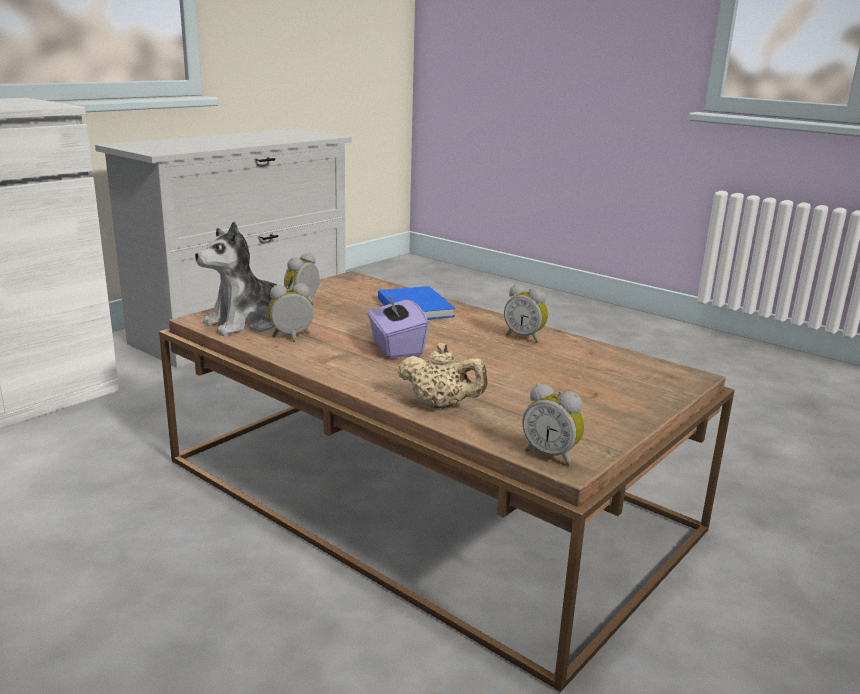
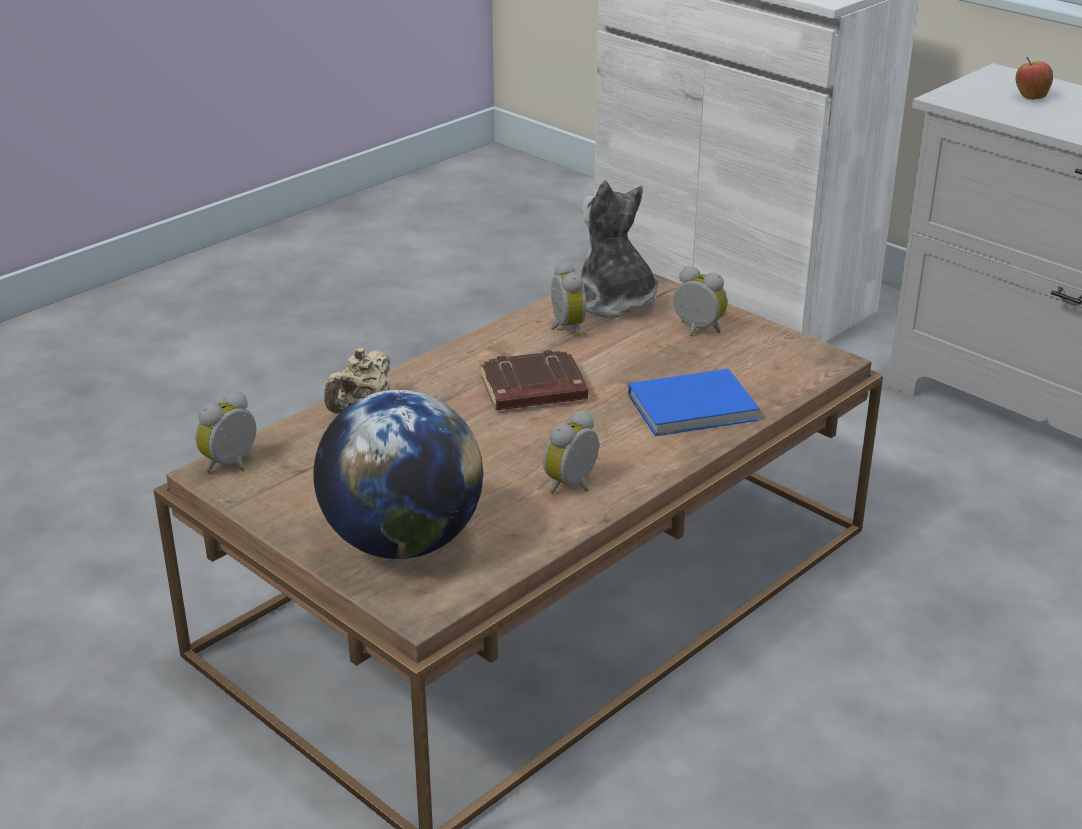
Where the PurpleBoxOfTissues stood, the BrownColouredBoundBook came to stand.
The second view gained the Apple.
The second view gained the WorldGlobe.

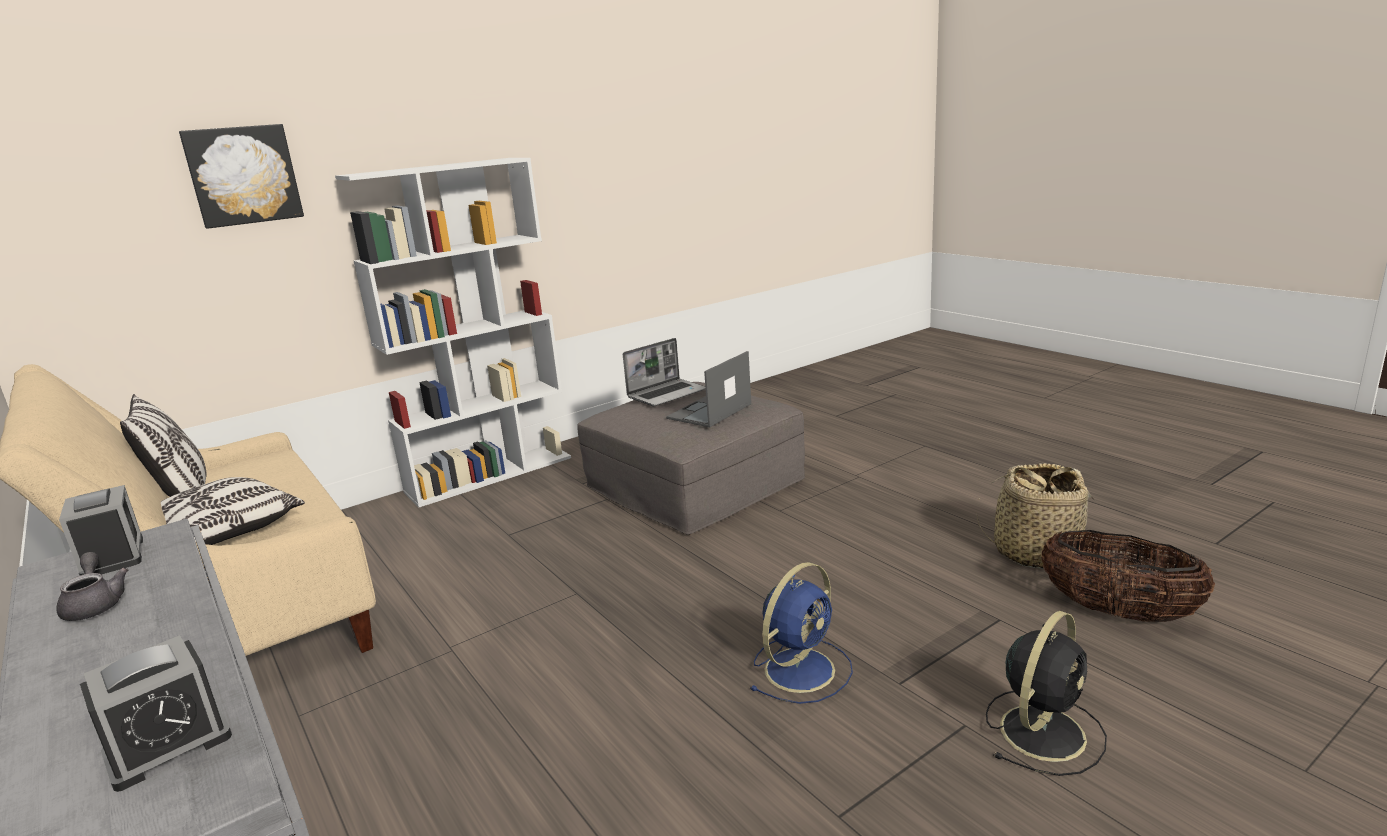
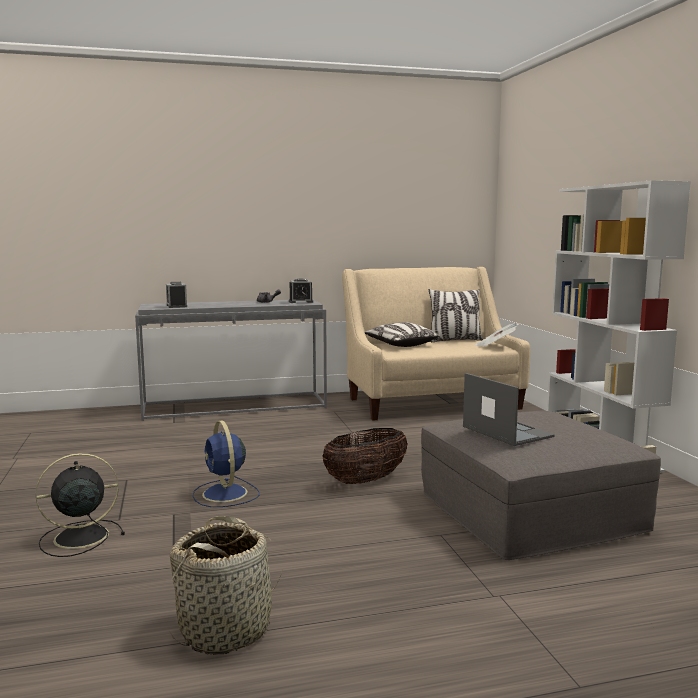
The second view lost the WallPicture.
The second view lost the NotebookComputer (no. 1 from left).
The HouseholdBasket (no. 2 from left) ended up elsewhere.
The BlackCoolingFan ended up facing another way, 90 degrees clockwise from before.
The second view gained the DailyPaper.

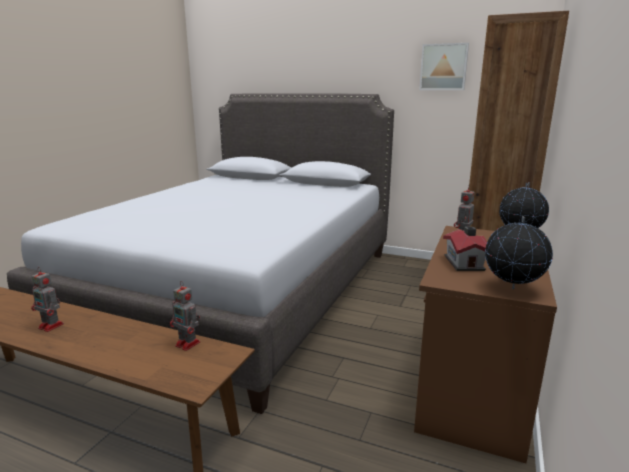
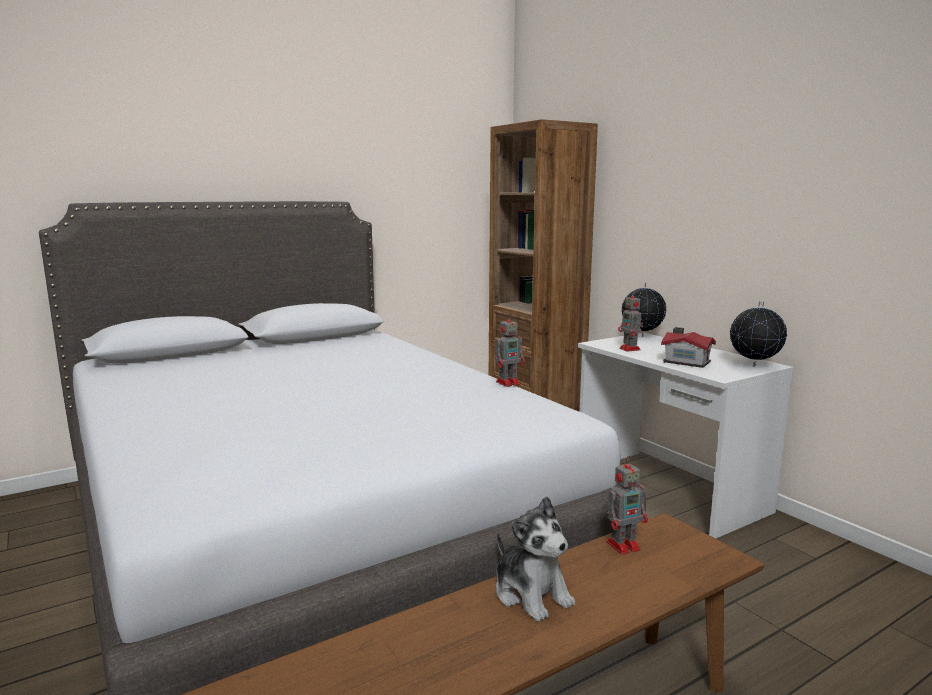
The second view lost the WallPicture.
What was the BrownColouredDesk turned into the WhiteColouredDesk.
The ModelRobot (no. 1 from left) ended up elsewhere.
The second view gained the PlushToy.

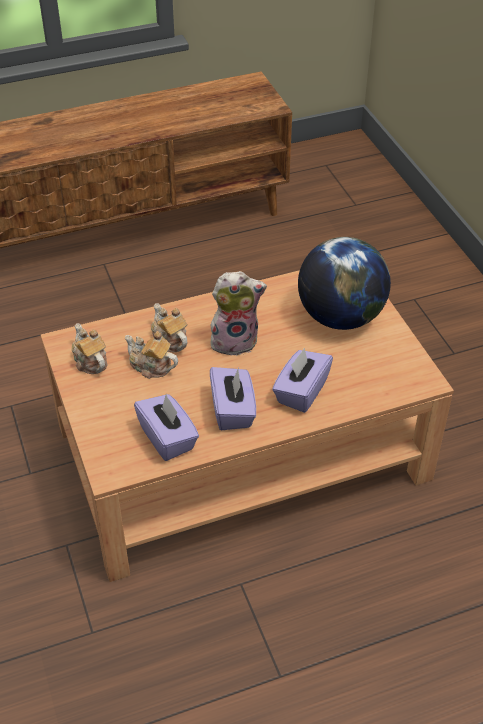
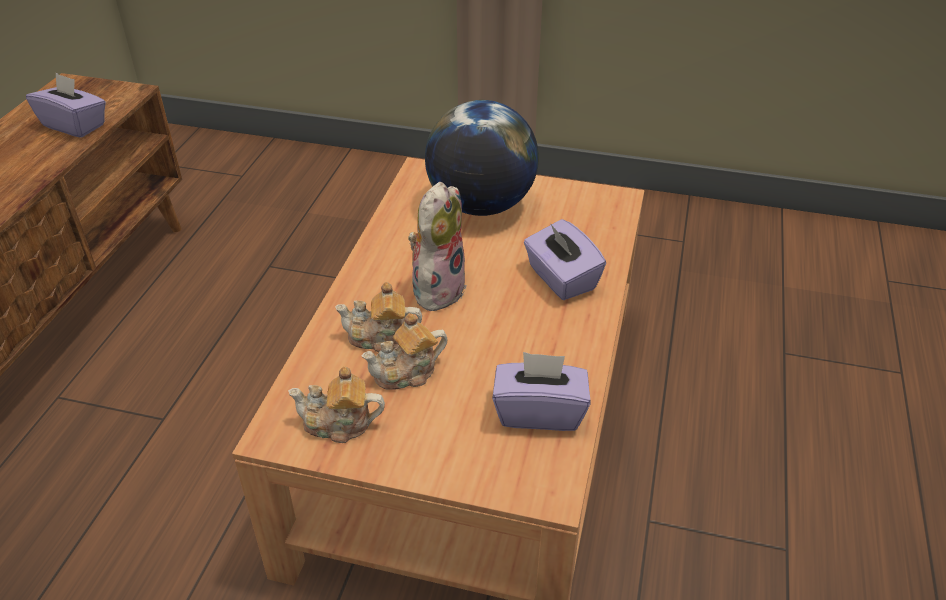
The PurpleBoxOfTissues (no. 2 from left in the first image) ended up elsewhere.

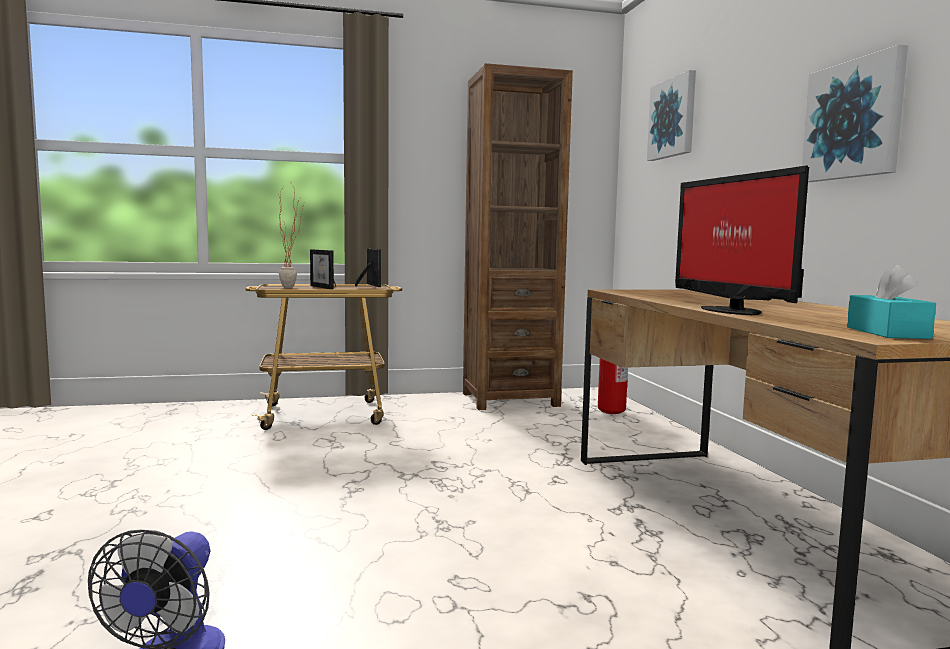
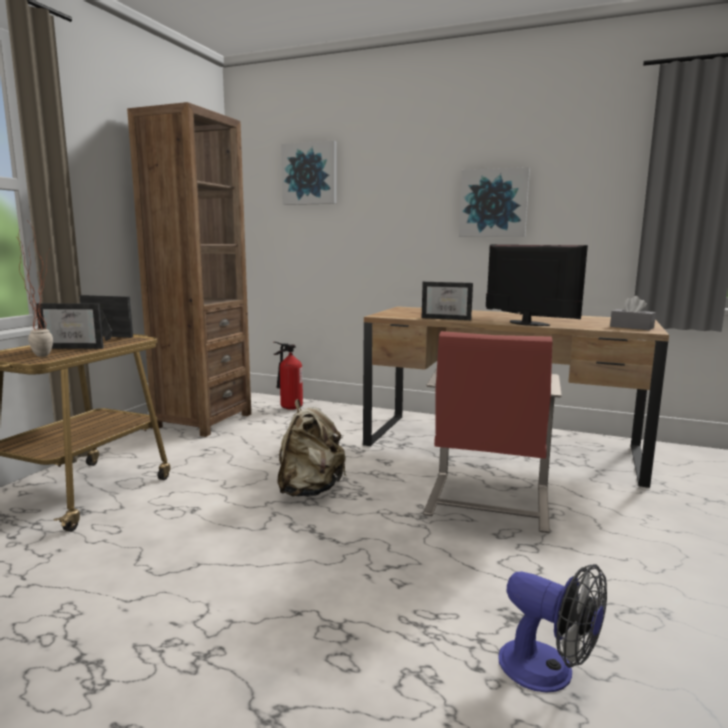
The ComputerScreen ended up facing another way, 150 degrees counterclockwise from before.
What was the TurquoiseBoxOfTissues turned into the GreyBoxOfTissues.
The second view gained the StandingFrame (no. 3 from left).
The second view gained the RedColouredChair.
The second view gained the BeigeKnapsack.

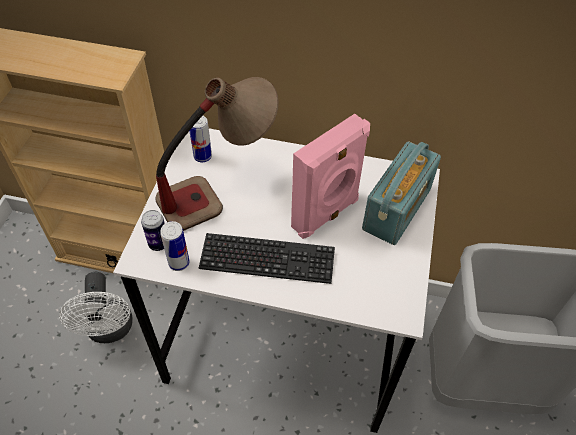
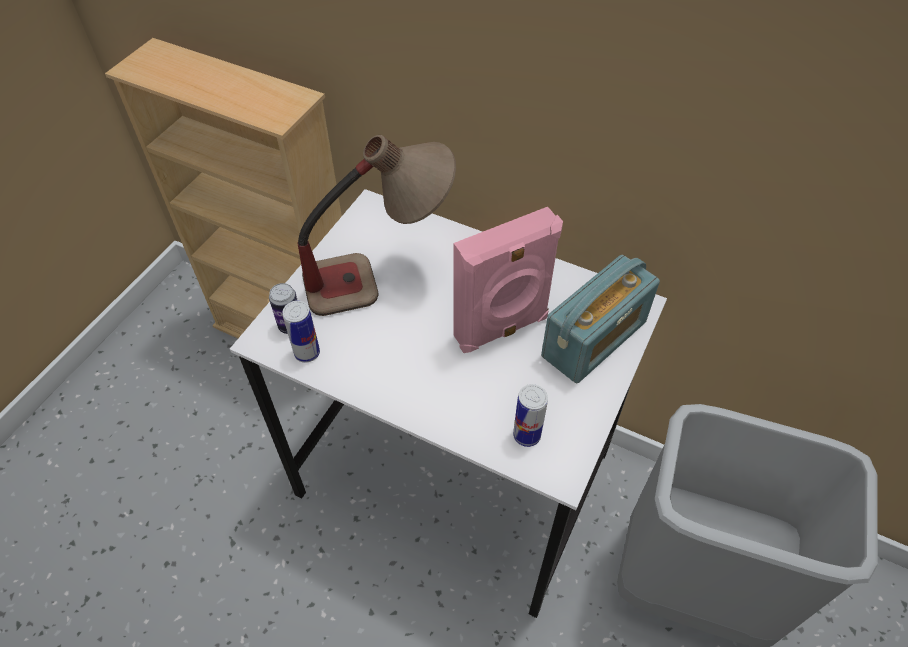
The Can (no. 3 from left) ended up elsewhere.
The second view lost the PcKeyboard.
The second view lost the WhiteColouredCoolingFan.

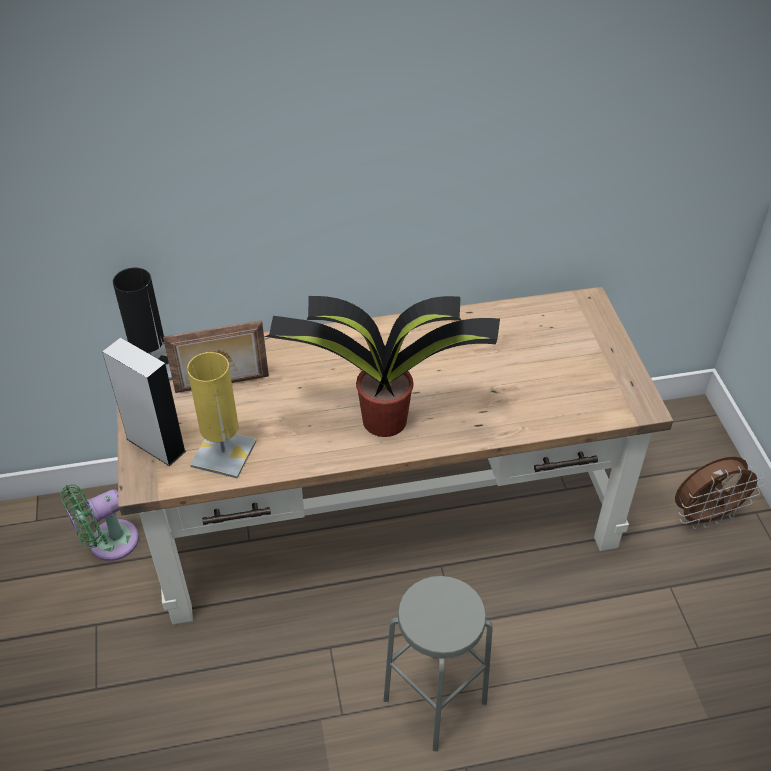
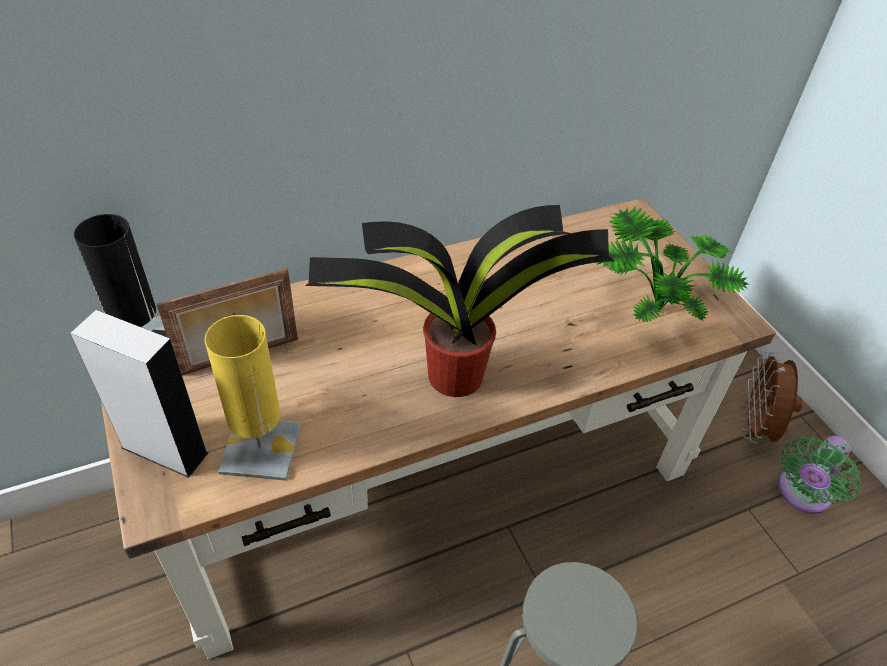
The BrownColouredCoolingFan ended up facing another way, 135 degrees clockwise from before.
The GreenColouredCoolingFan ended up elsewhere.
The second view gained the PlantInAPot (no. 2 from left).

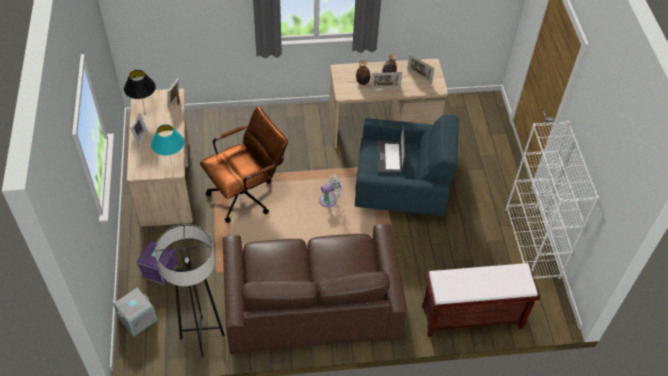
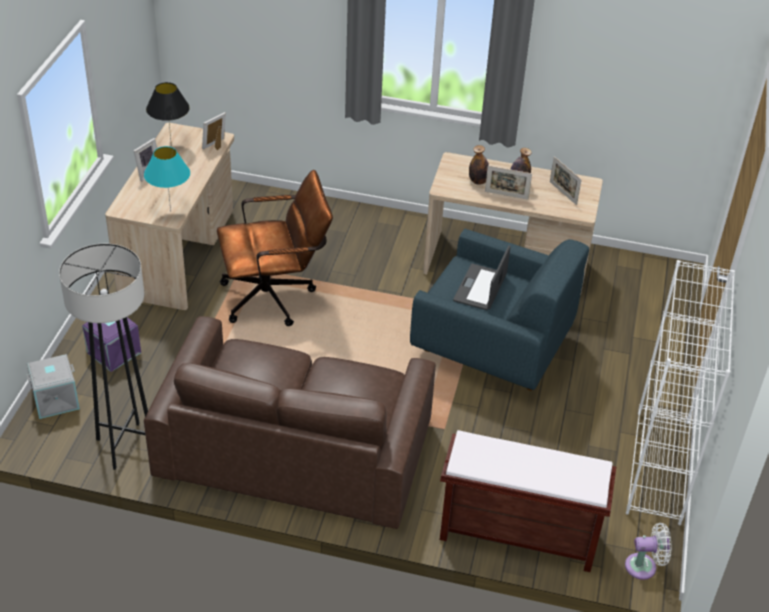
The WhiteColouredCoolingFan ended up elsewhere.

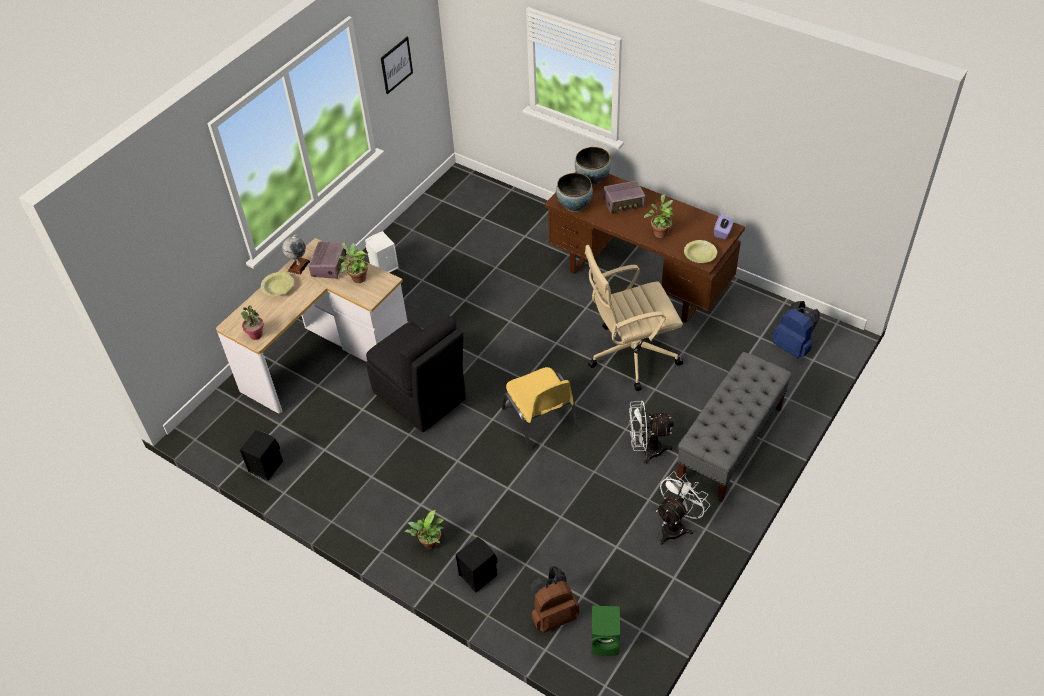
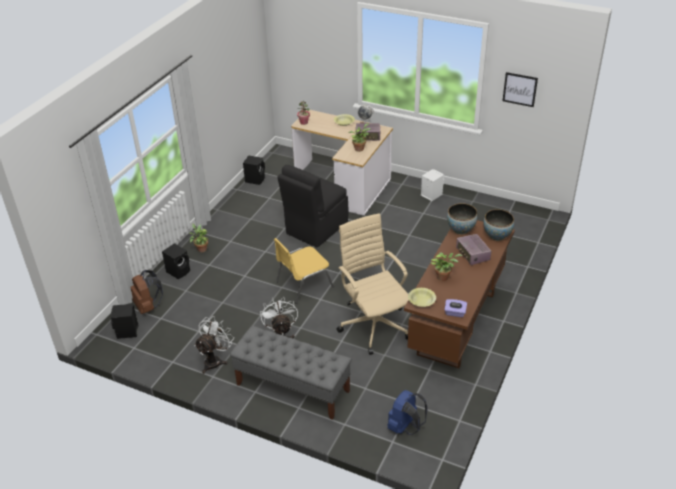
The WhiteColouredCoolingFan (no. 2 from left in the first image) ended up facing another way, 90 degrees counterclockwise from before.
What was the GreenColouredSpeaker turned into the BlackSpeaker (no. 1 from left).

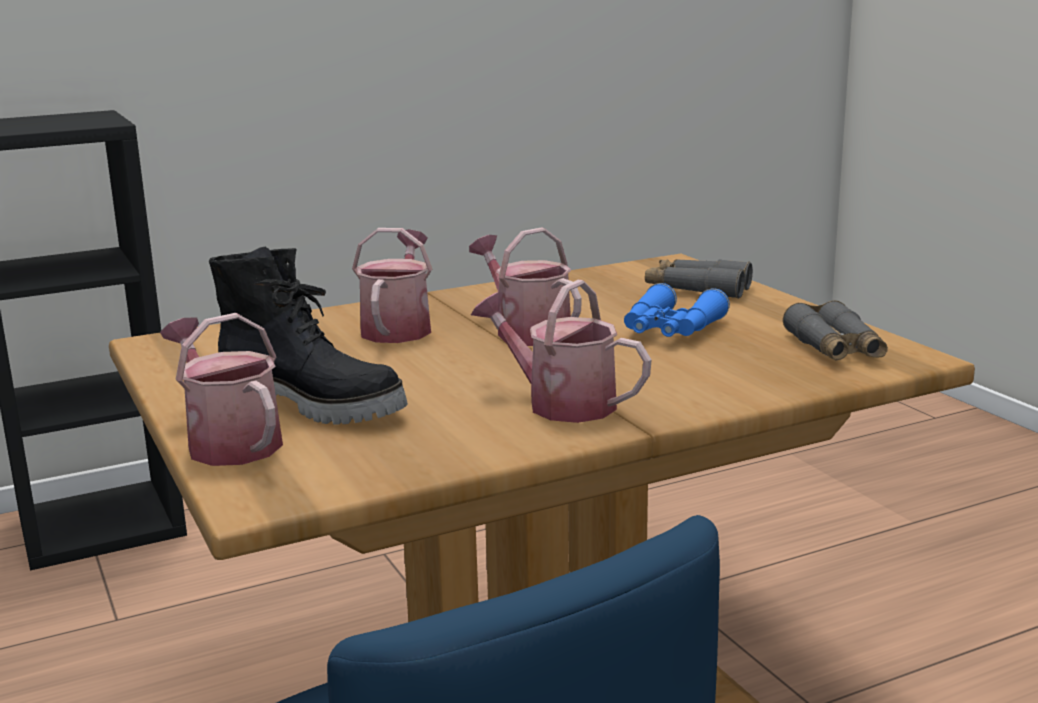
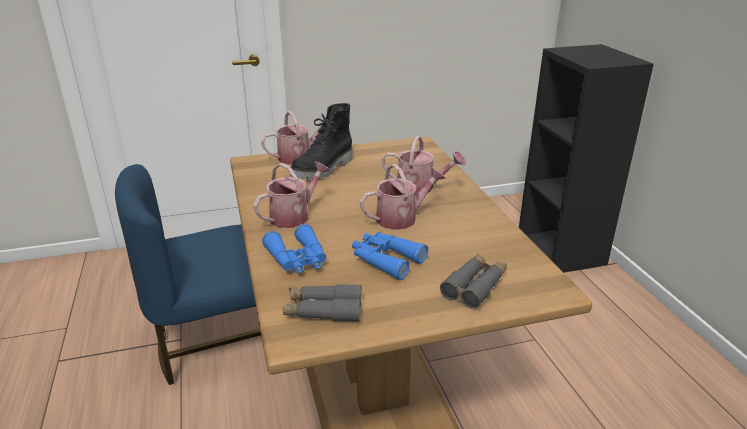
The second view gained the BlueColouredPairOfBinoculars (no. 1 from left).

